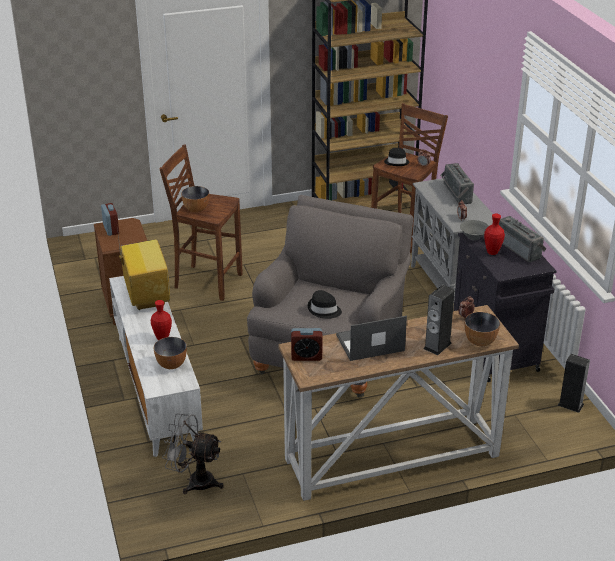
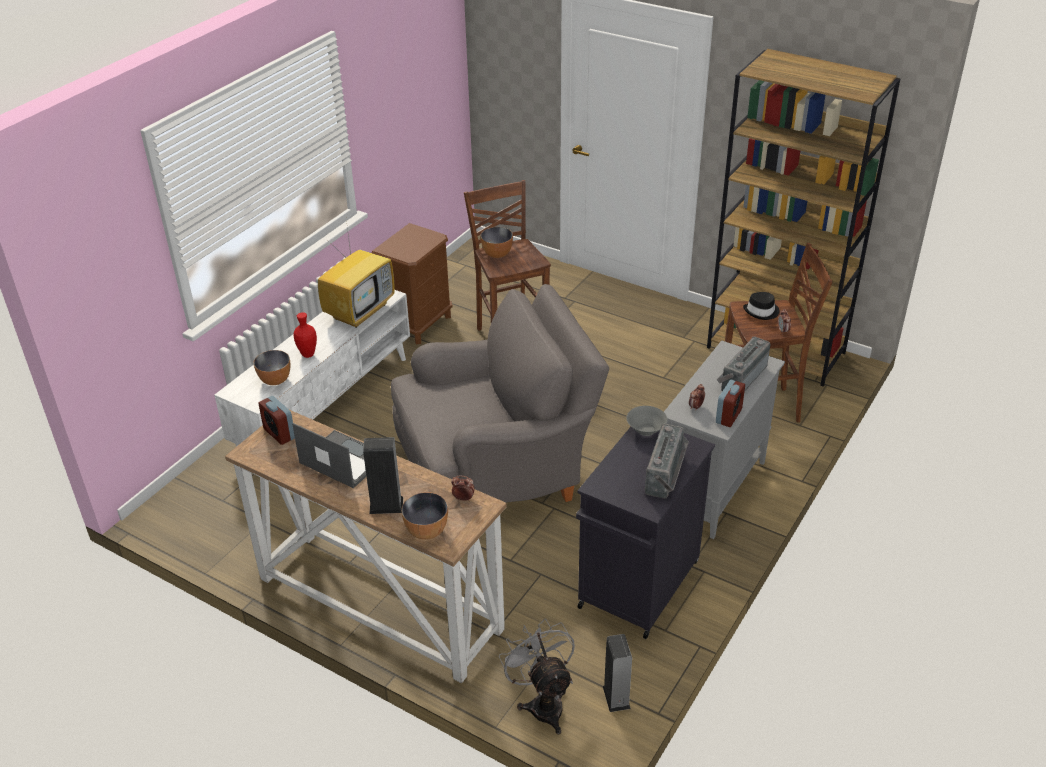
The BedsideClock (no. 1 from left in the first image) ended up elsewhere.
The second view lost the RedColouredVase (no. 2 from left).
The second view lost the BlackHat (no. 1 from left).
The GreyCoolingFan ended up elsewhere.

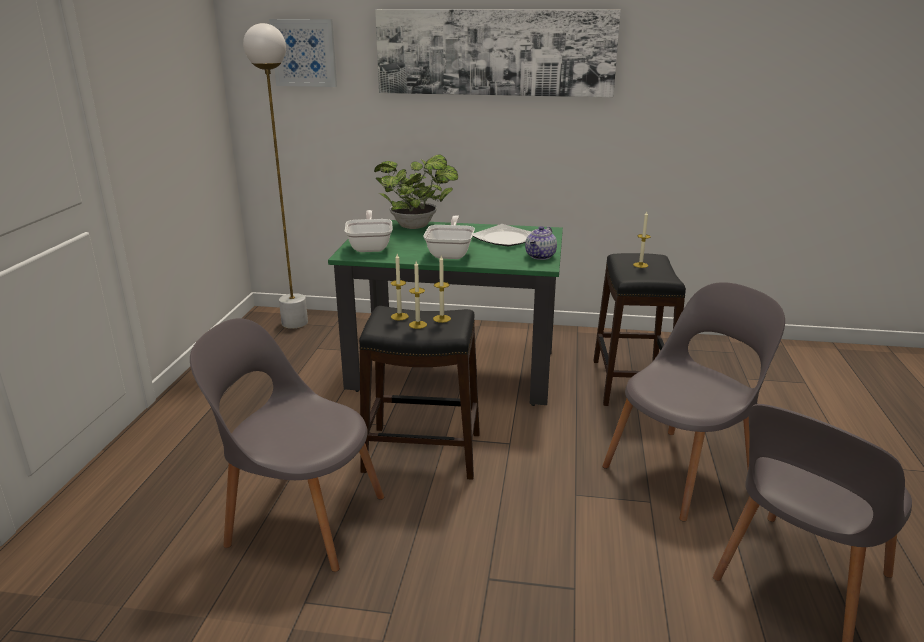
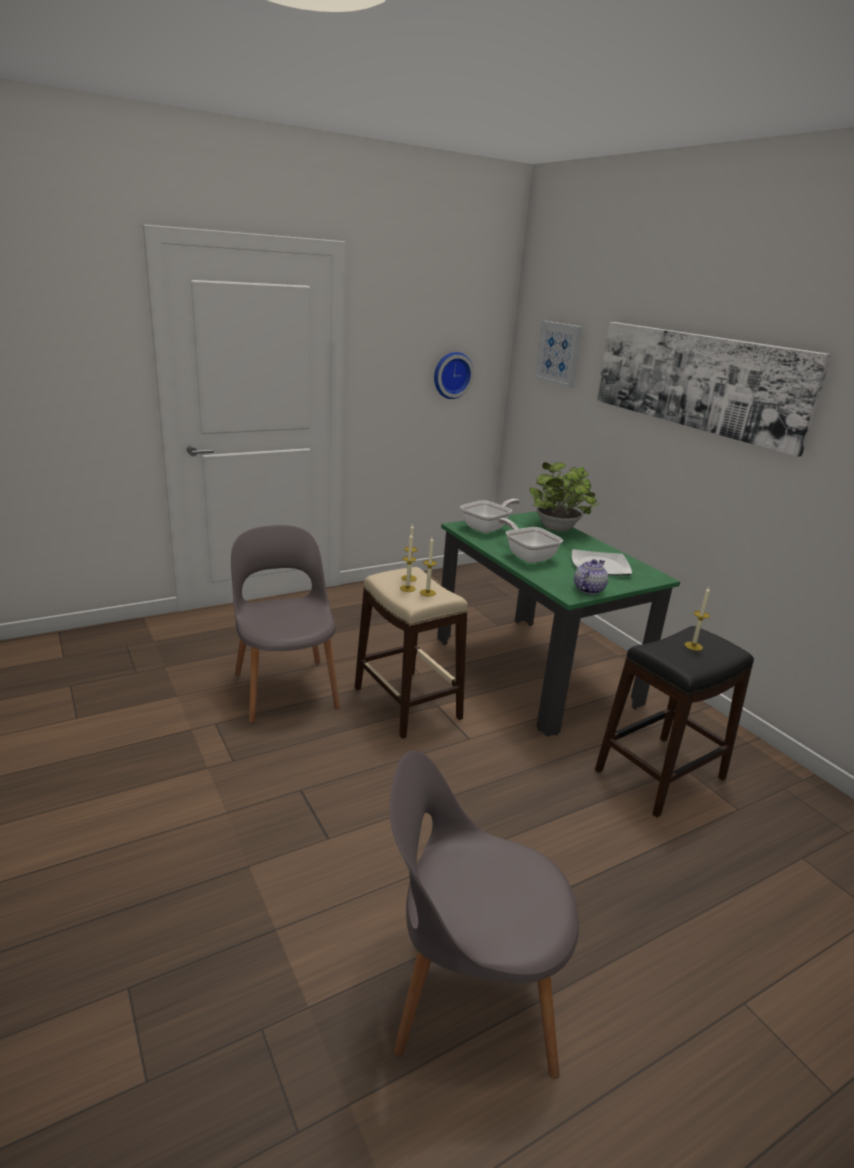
The second view lost the WhiteColouredFloorLamp.
The Pan (no. 2 from left) ended up facing another way, 90 degrees counterclockwise from before.
The Teapot ended up facing another way, 135 degrees clockwise from before.
The second view lost the GreyChair (no. 2 from left).
What was the BlackStool (no. 1 from left) turned into the BeigeStool.
The second view gained the ClockOnTheWall.

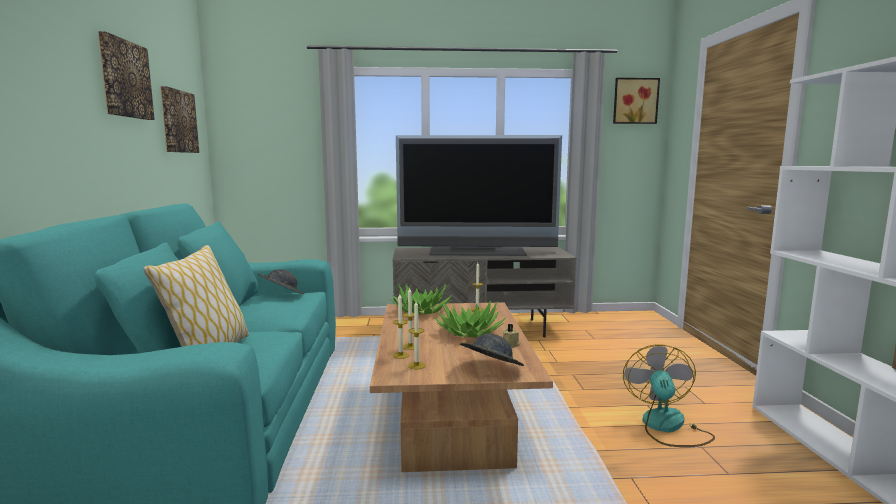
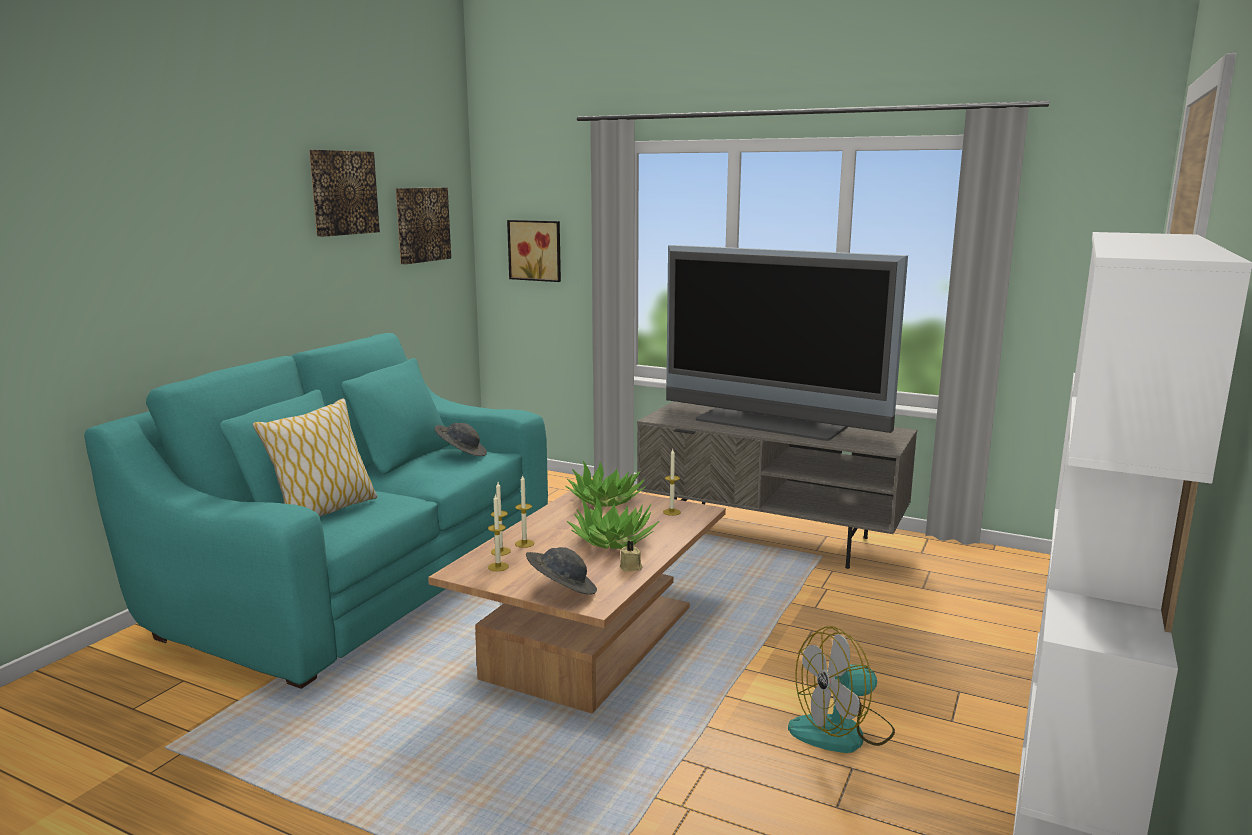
The WallPicture (no. 3 from left) ended up elsewhere.
The CoolingFan ended up facing another way, 150 degrees counterclockwise from before.

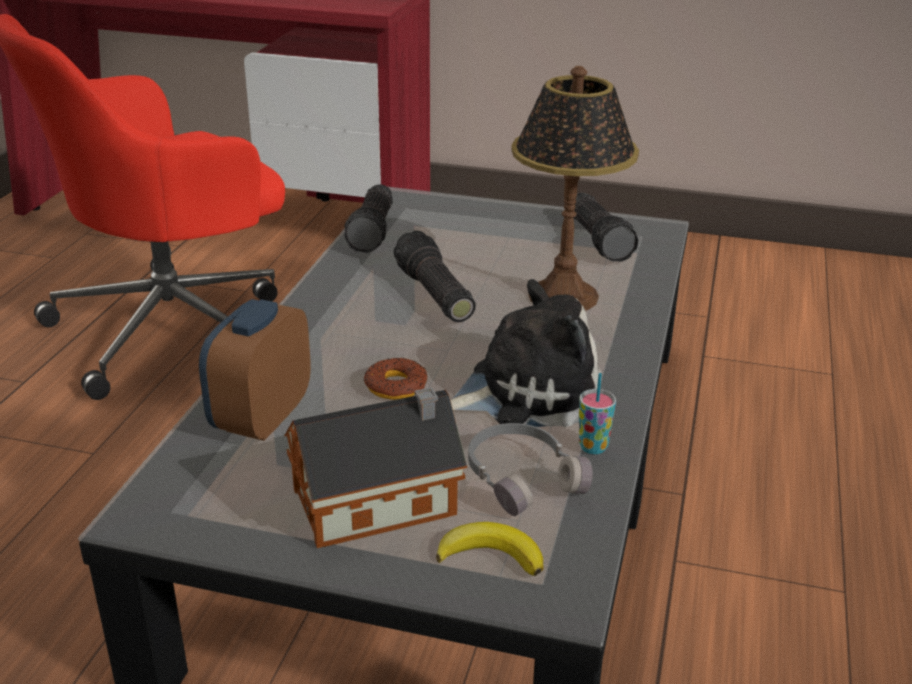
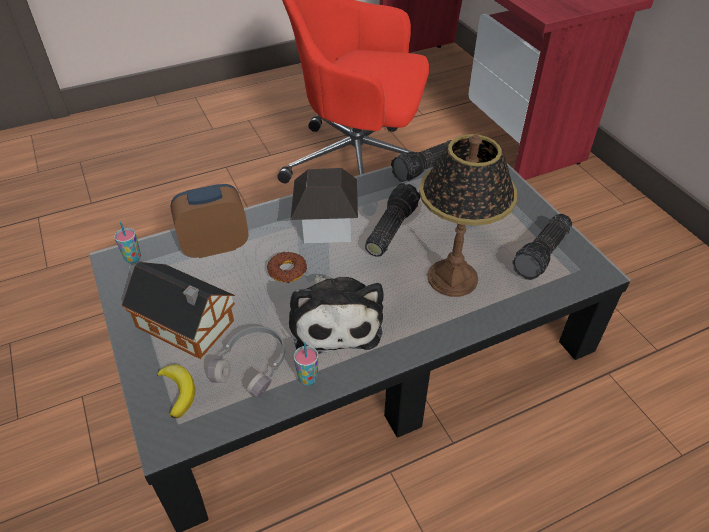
The PlushToy ended up facing another way, 45 degrees clockwise from before.
The second view gained the MiniatureHouse (no. 2 from left).
The second view gained the Cup (no. 1 from left).

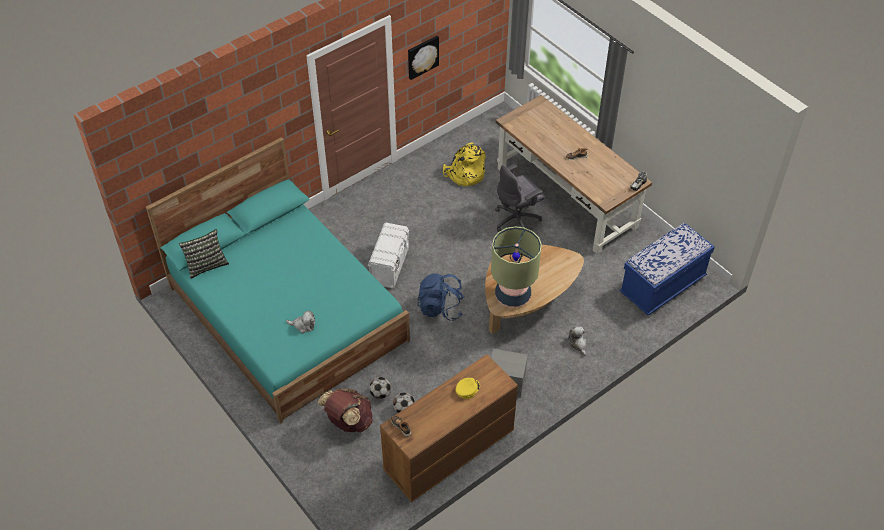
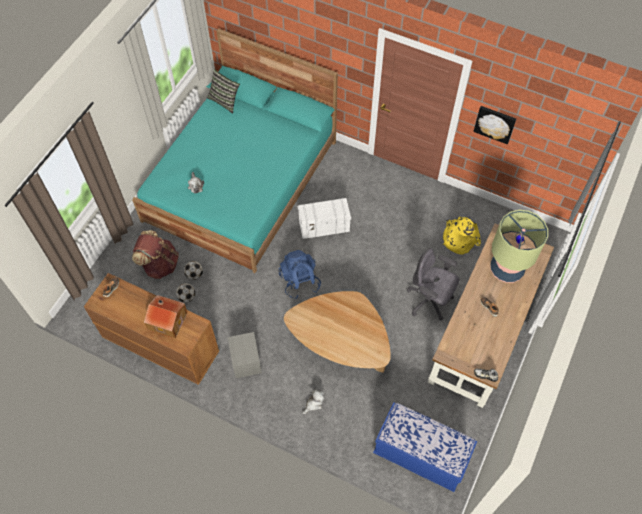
The TableLamp ended up elsewhere.
Where the YellowPeakedCap stood, the MiniatureHouse came to stand.

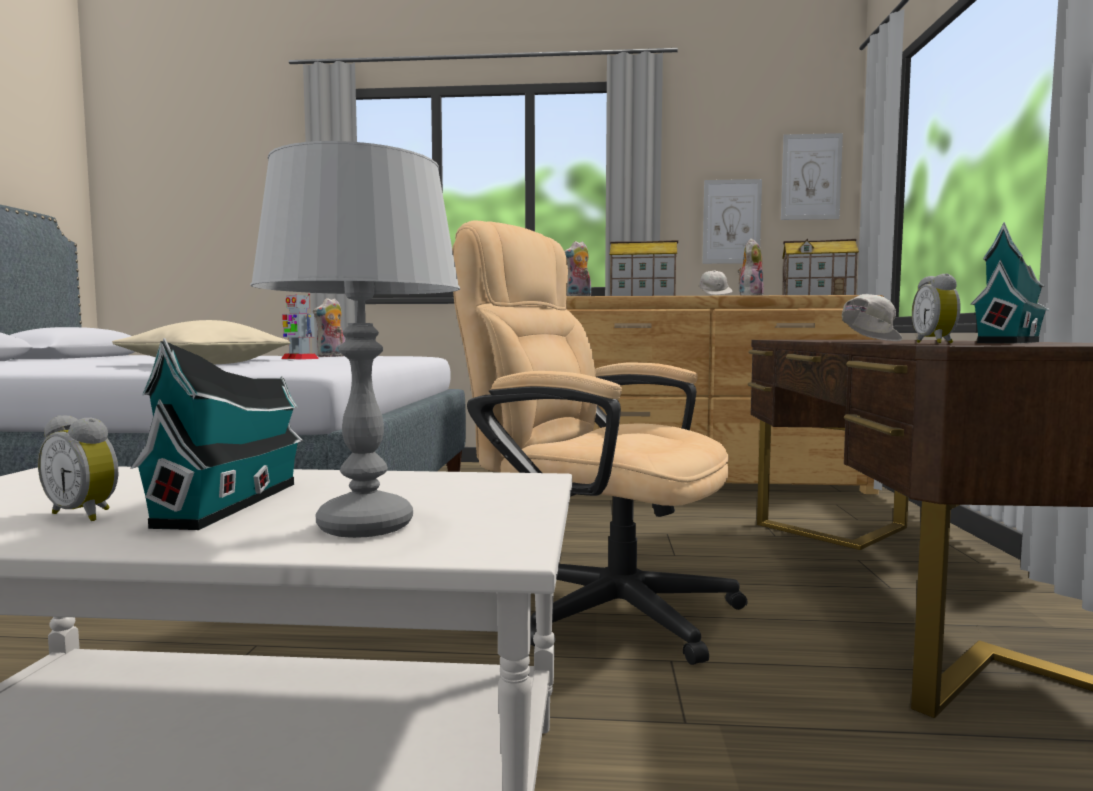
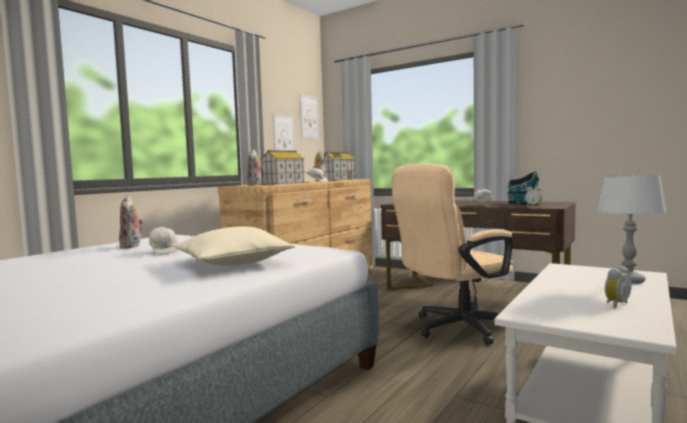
Where the ModelRobot stood, the WhiteColouredPeakedCap (no. 1 from left) came to stand.
The second view lost the MiniatureHouse (no. 1 from left).

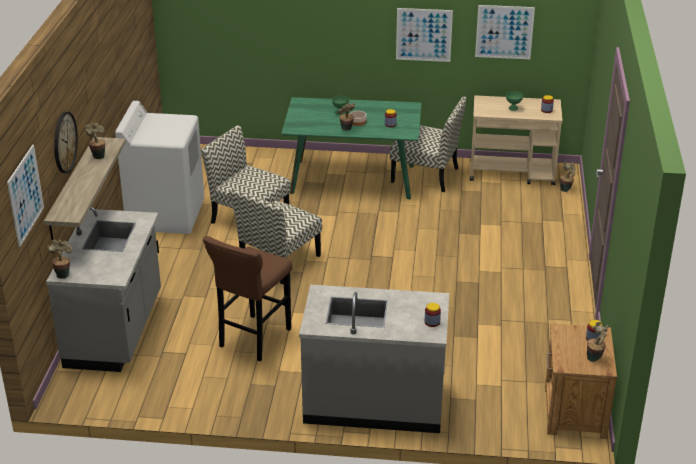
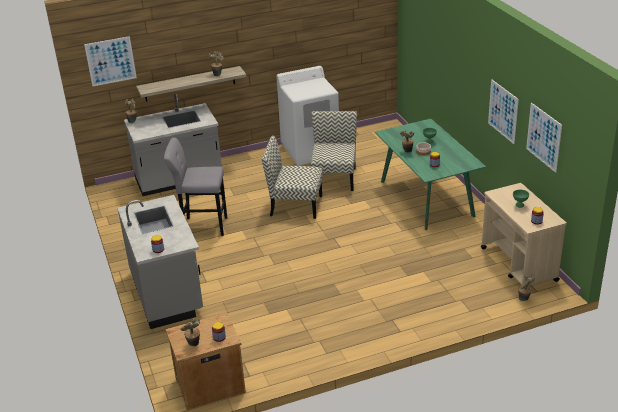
The second view lost the Chair (no. 3 from left).
The second view lost the ClockOnTheWall.
What was the BrownColouredStool turned into the GreyStool.

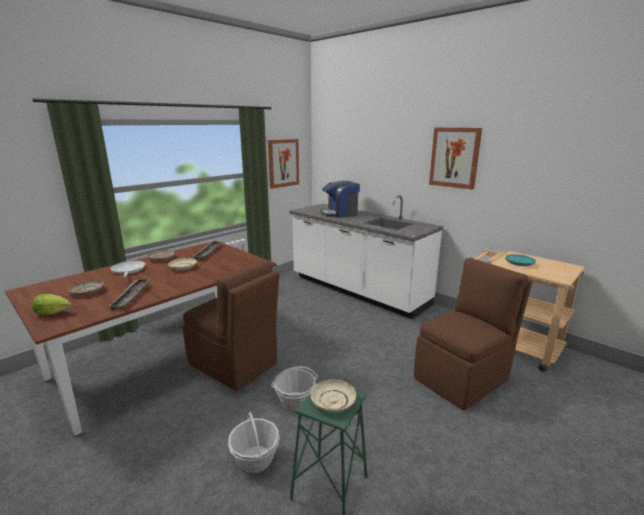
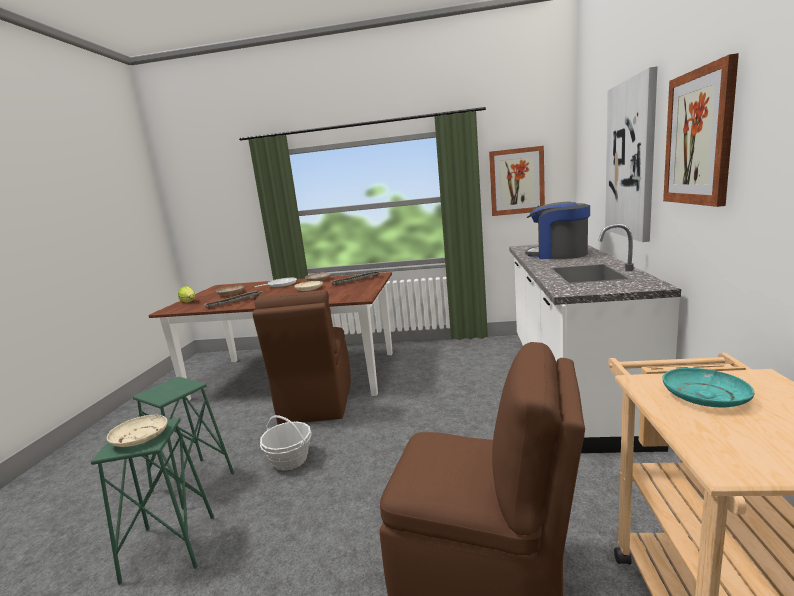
Where the HouseholdBasket (no. 1 from left) stood, the GreenColouredStool (no. 2 from left) came to stand.
The second view gained the WallPicture (no. 2 from left).

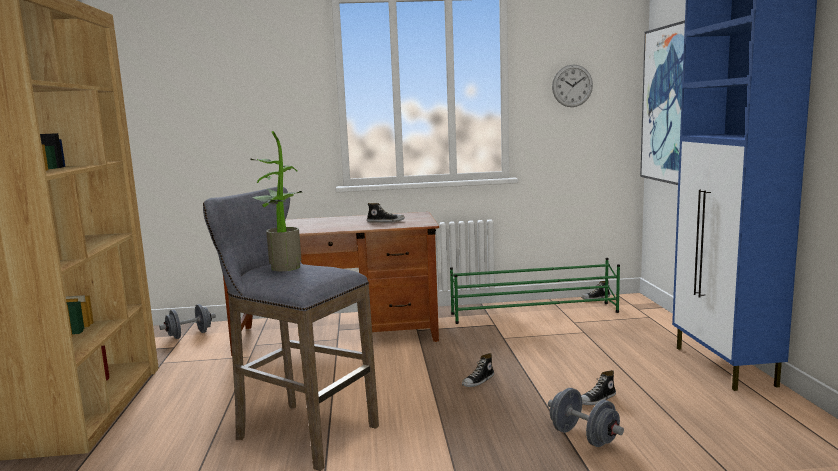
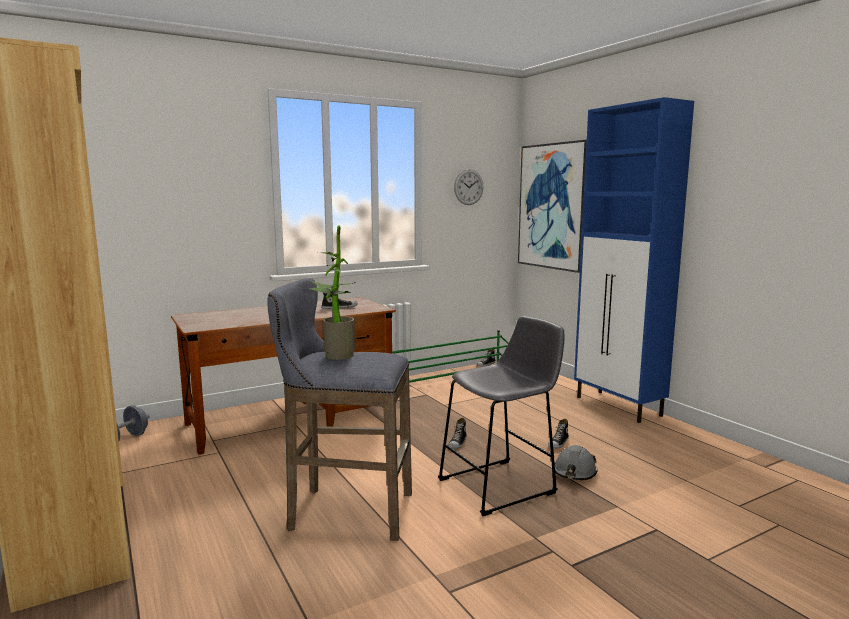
Where the GreyDumbbell (no. 2 from left) stood, the GreySafetyHelmet came to stand.
The second view gained the GreyStool (no. 2 from left).

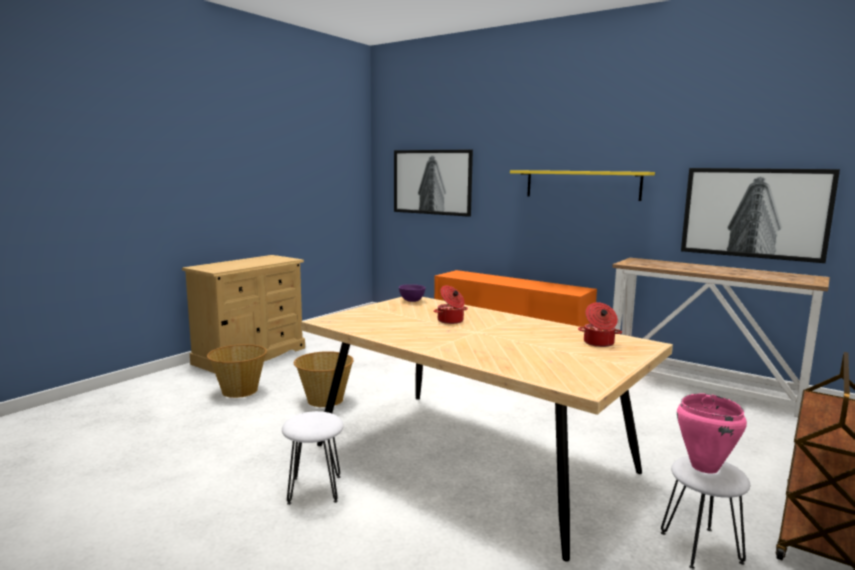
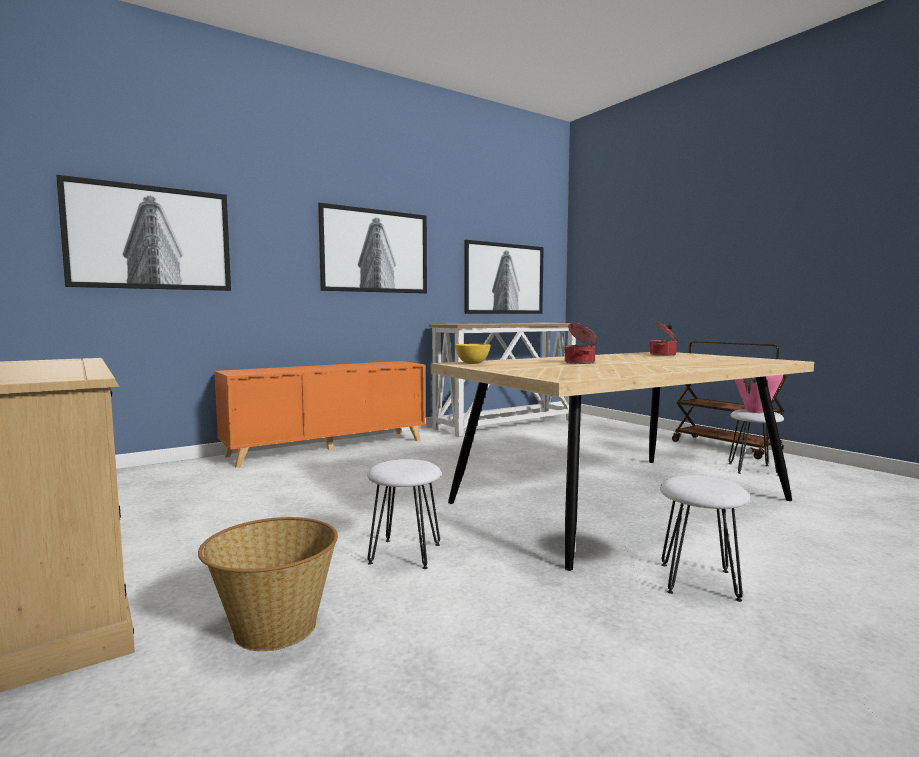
Where the YellowShelf hung, the WallPicture (no. 2 from left) came to hang.
What was the PurpleBowl turned into the YellowBowl.
Where the HouseholdBasket (no. 2 from left) stood, the WhiteColouredStool (no. 1 from left) came to stand.

